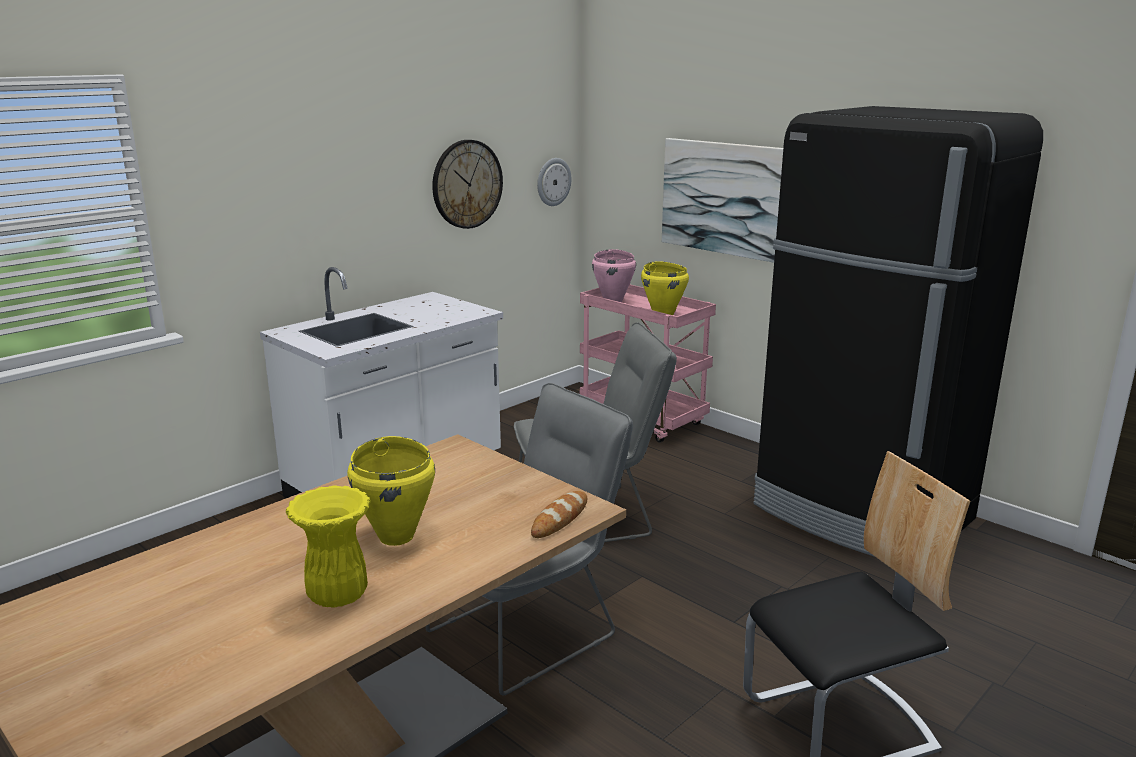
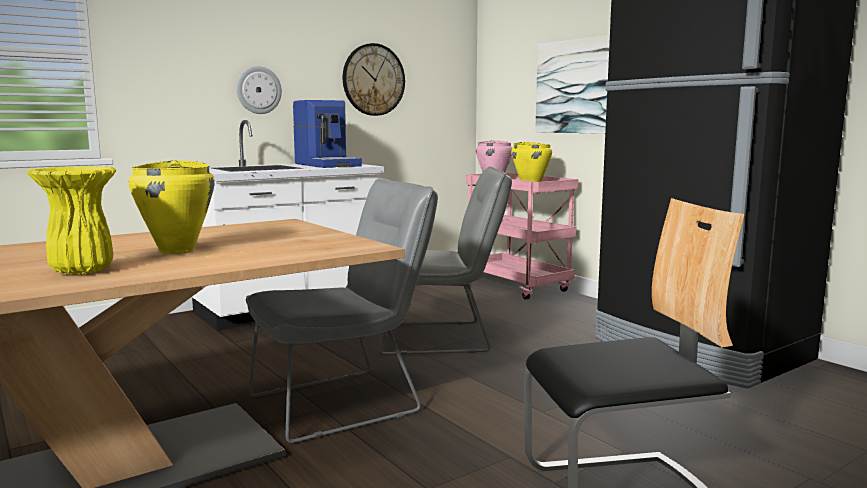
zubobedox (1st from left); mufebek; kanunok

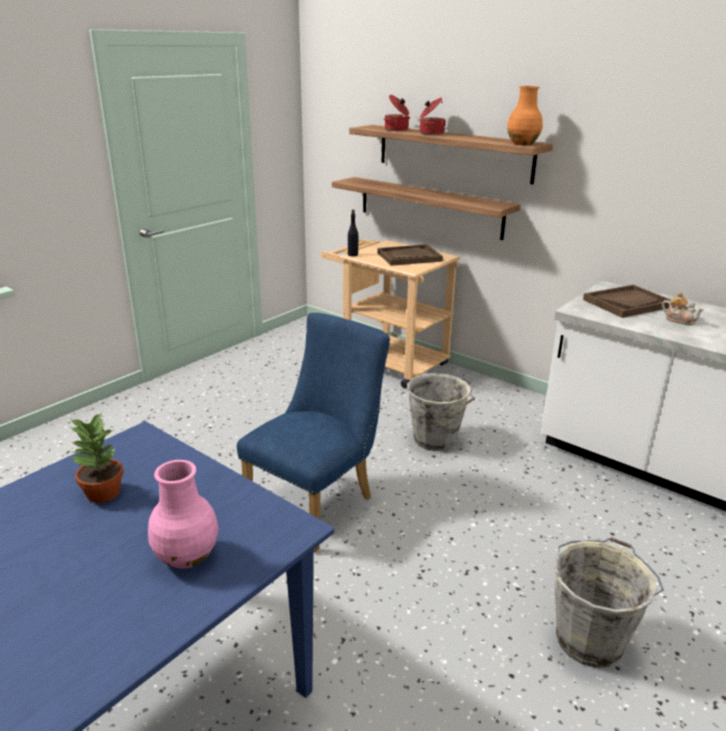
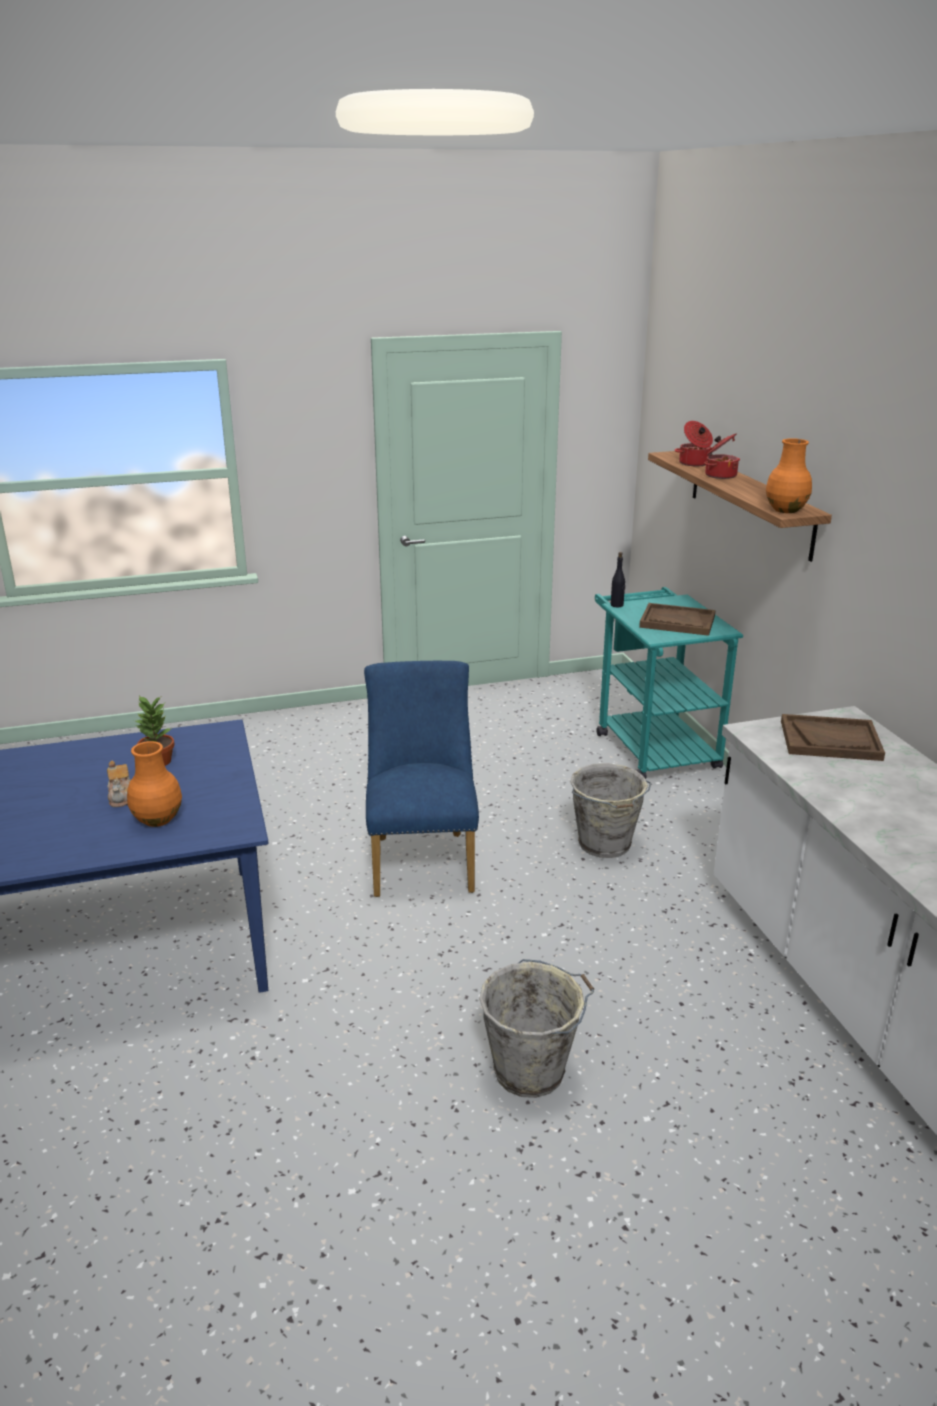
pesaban (1st from left in the first image); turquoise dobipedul; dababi; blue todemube; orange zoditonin (1st from left)

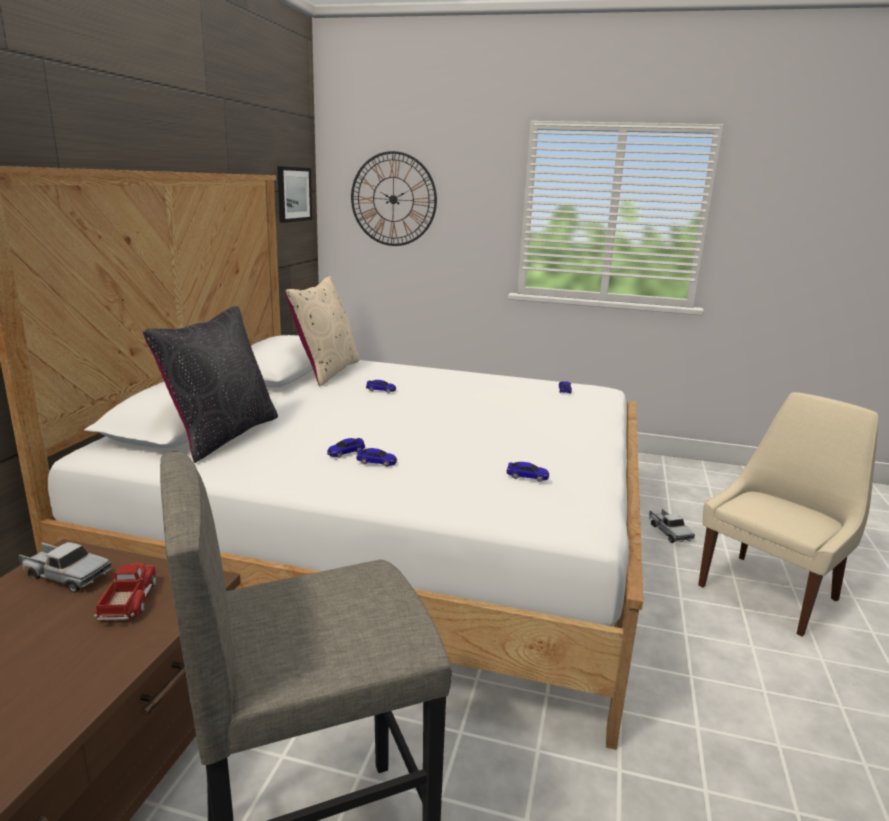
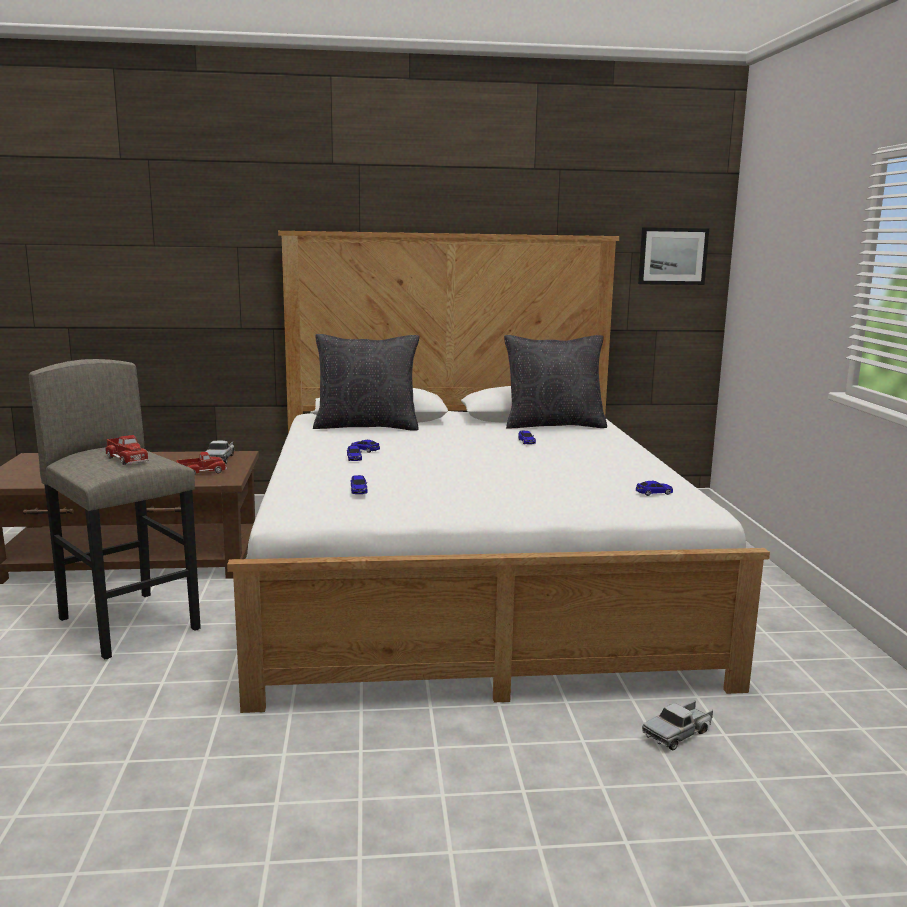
zubobedox; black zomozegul (2nd from left); beige todemube; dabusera (1st from left)

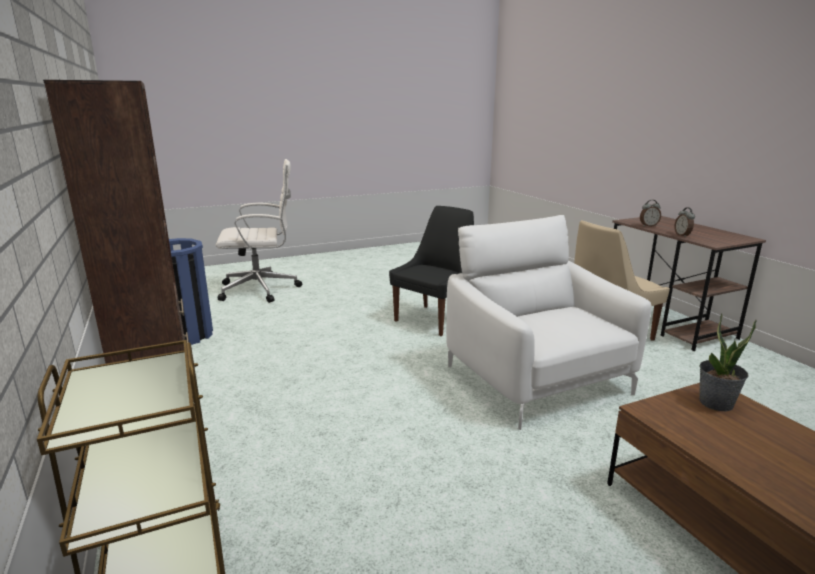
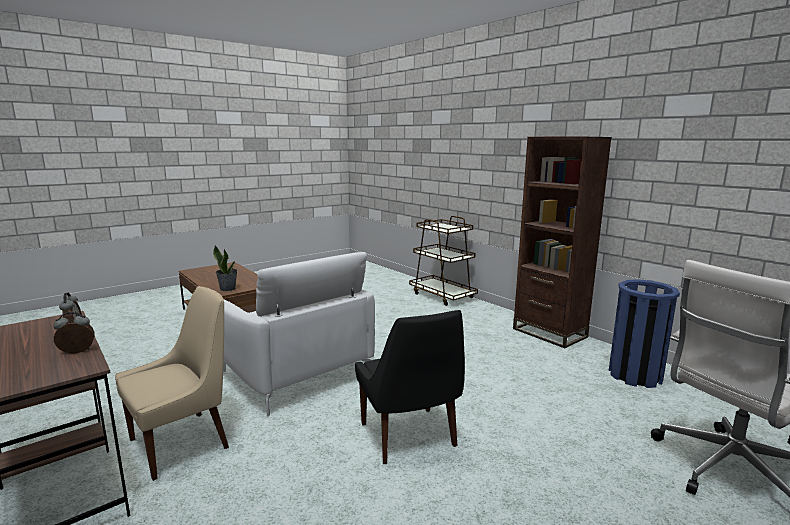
black todemube

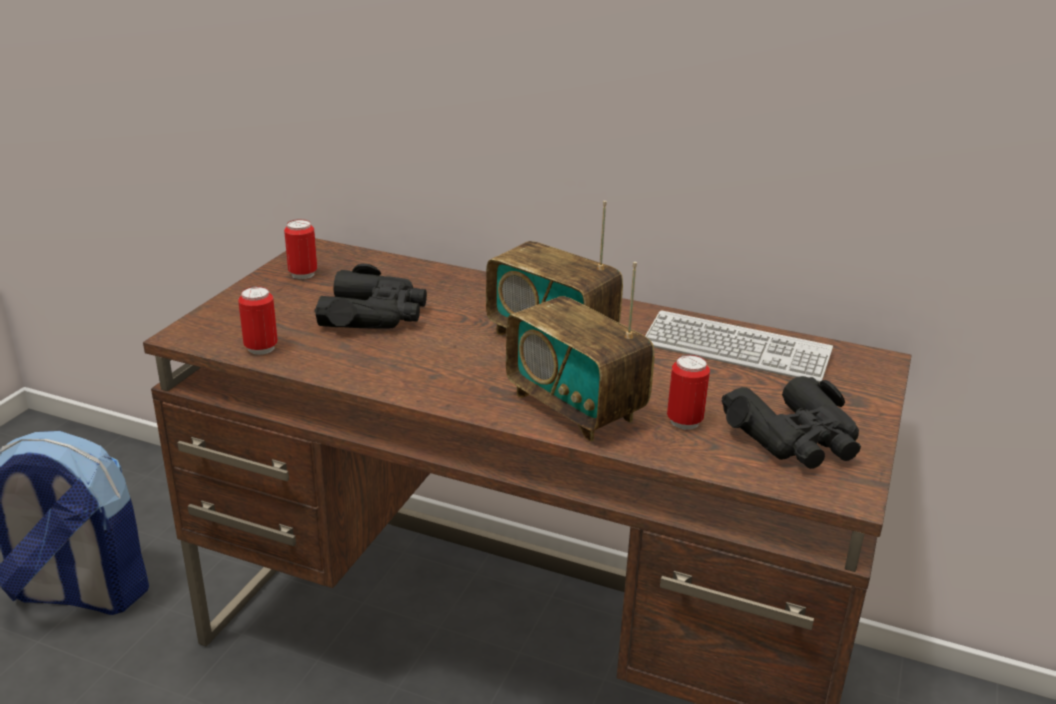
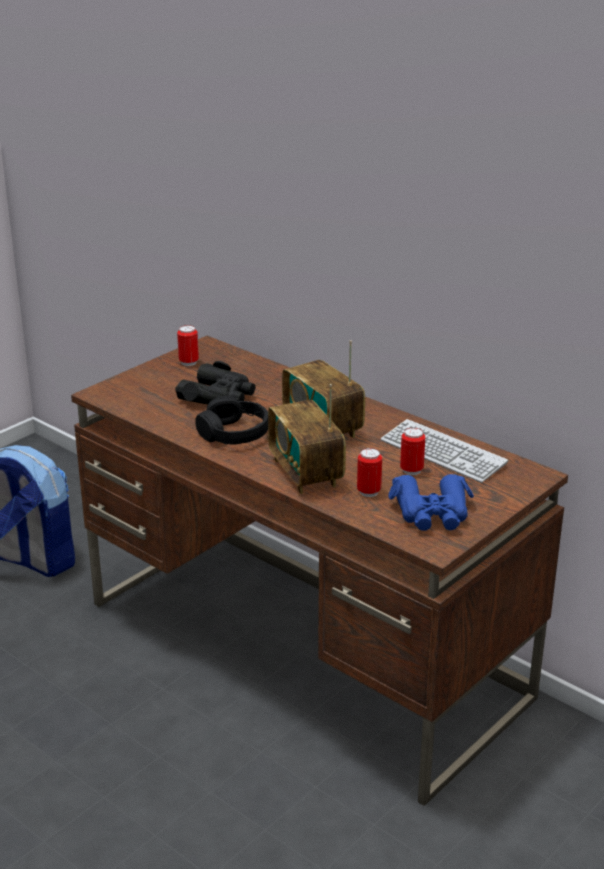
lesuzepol (3rd from left); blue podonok; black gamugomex

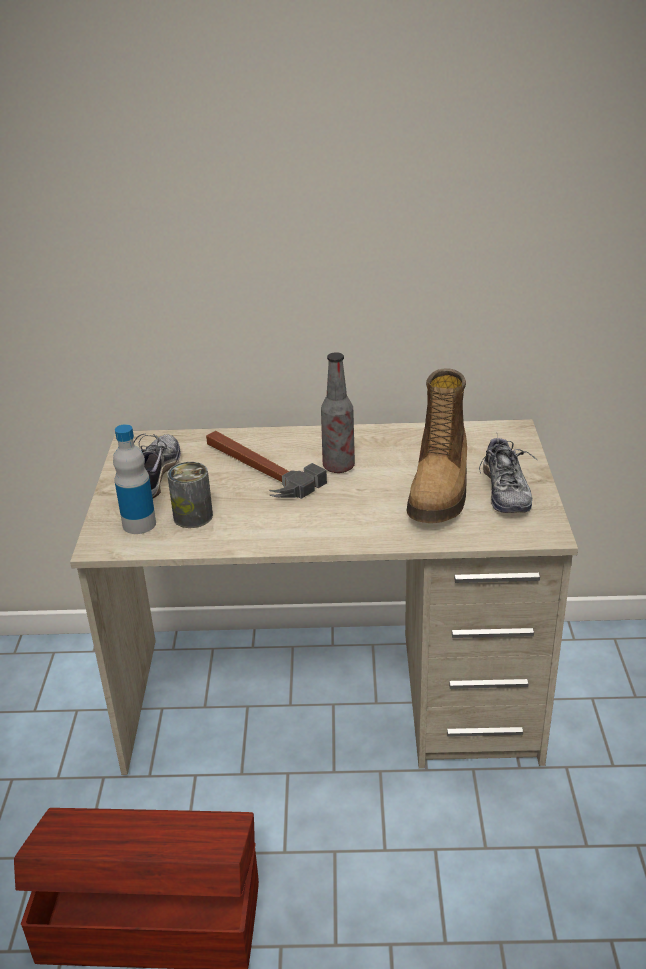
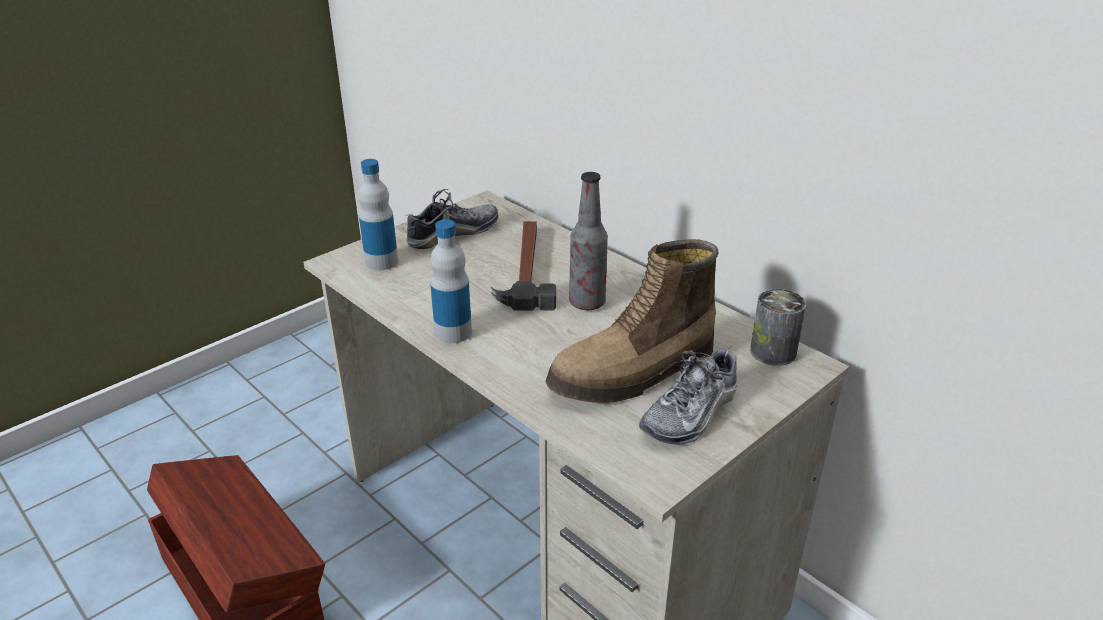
lesuzepol; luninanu (2nd from left)

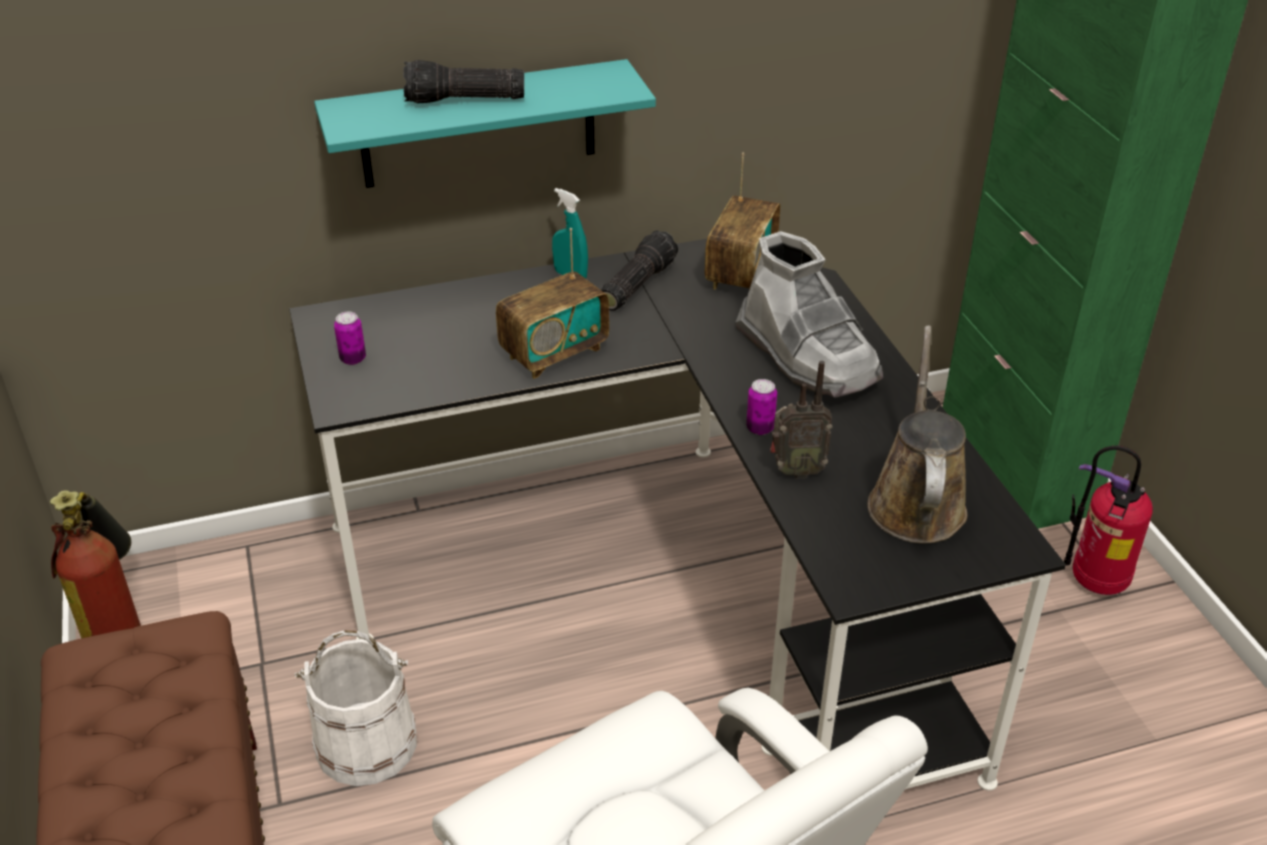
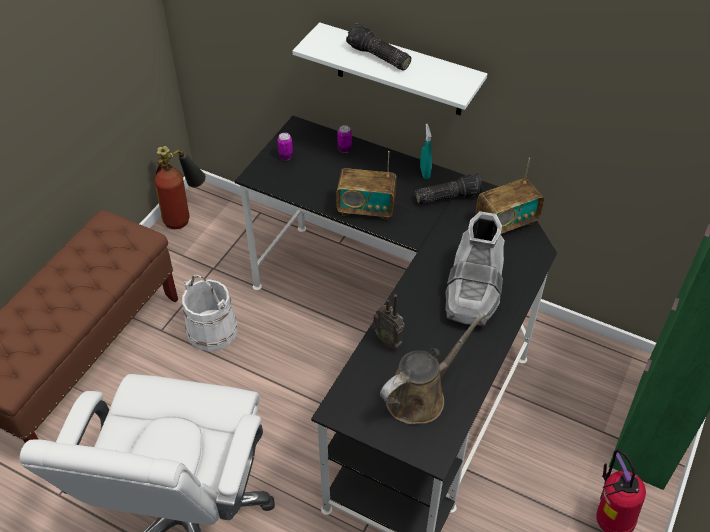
white pesaban; lesuzepol (2nd from left)

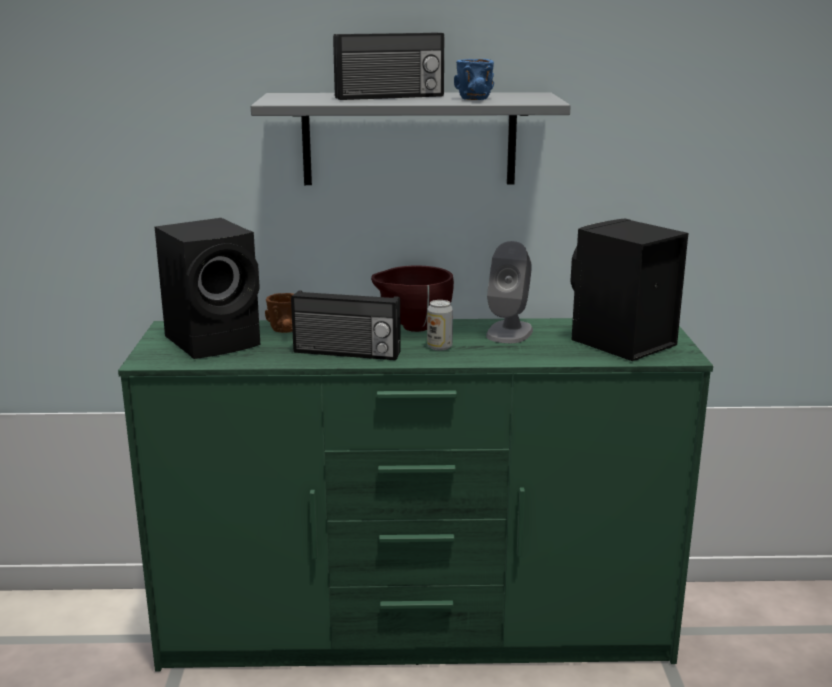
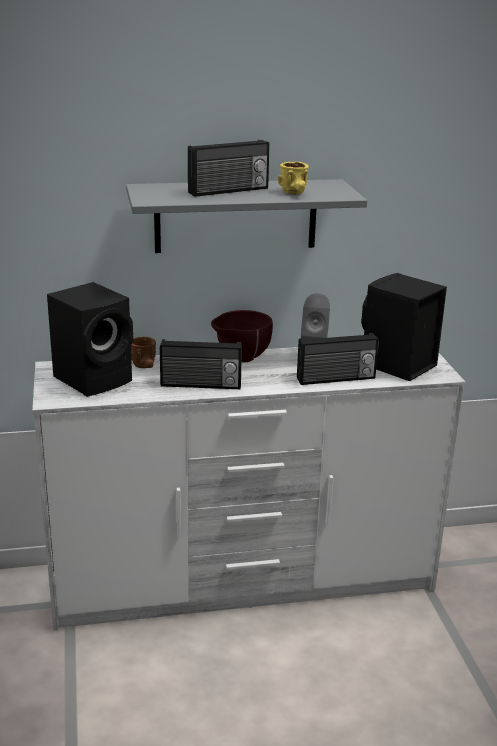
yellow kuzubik; lesuzepol; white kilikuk; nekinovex (3rd from left)

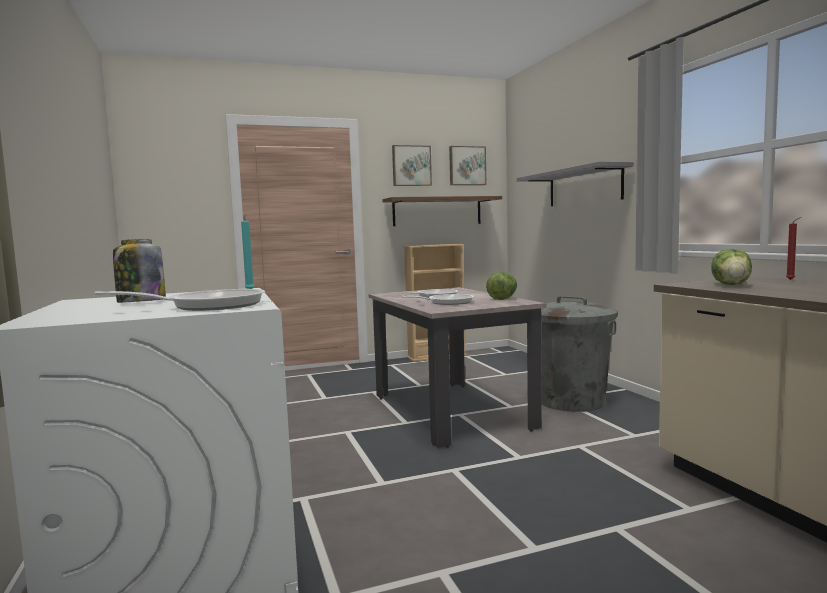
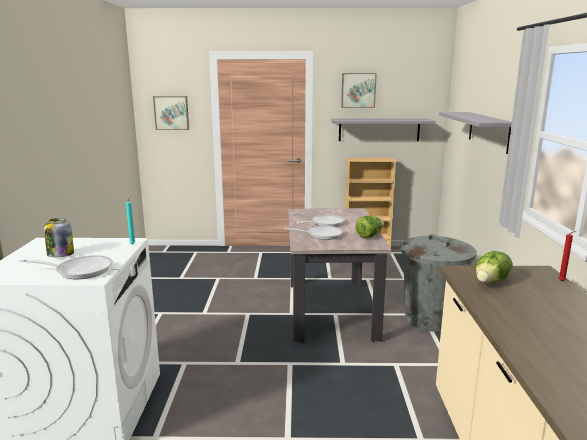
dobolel (1st from left); grey pesaban (1st from left)

